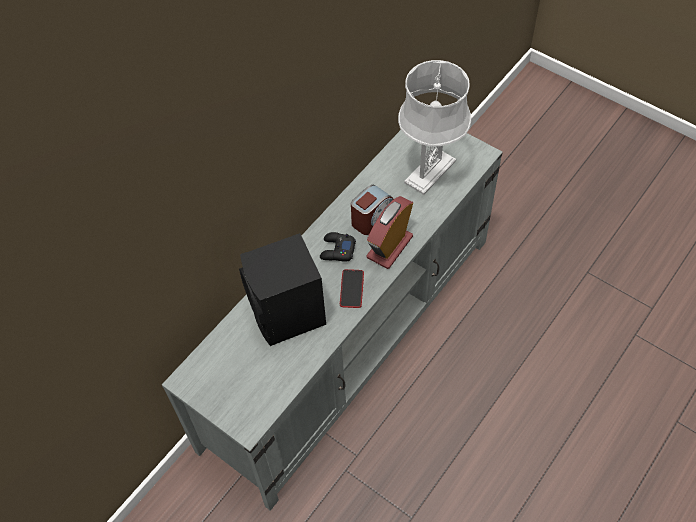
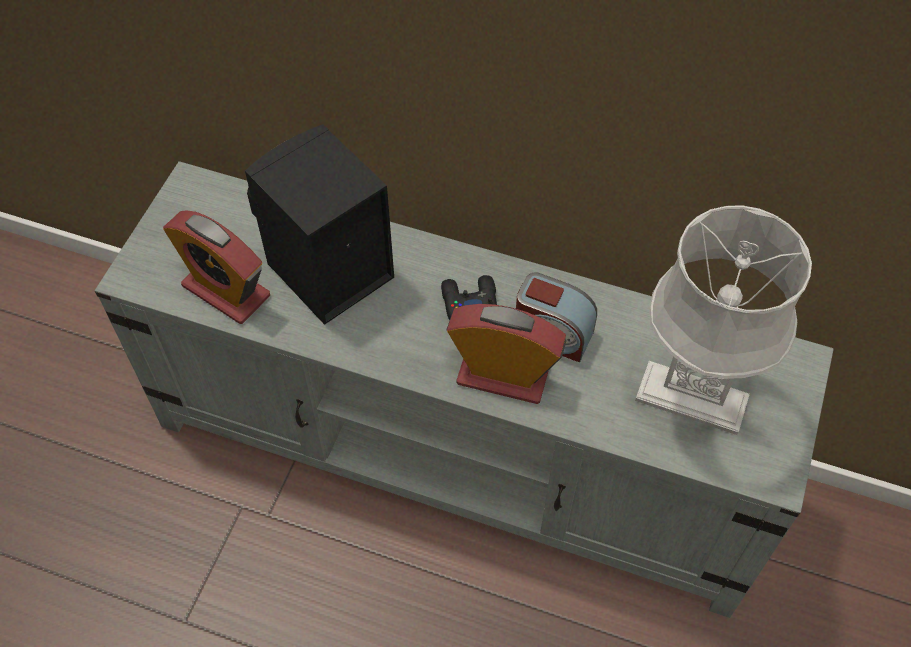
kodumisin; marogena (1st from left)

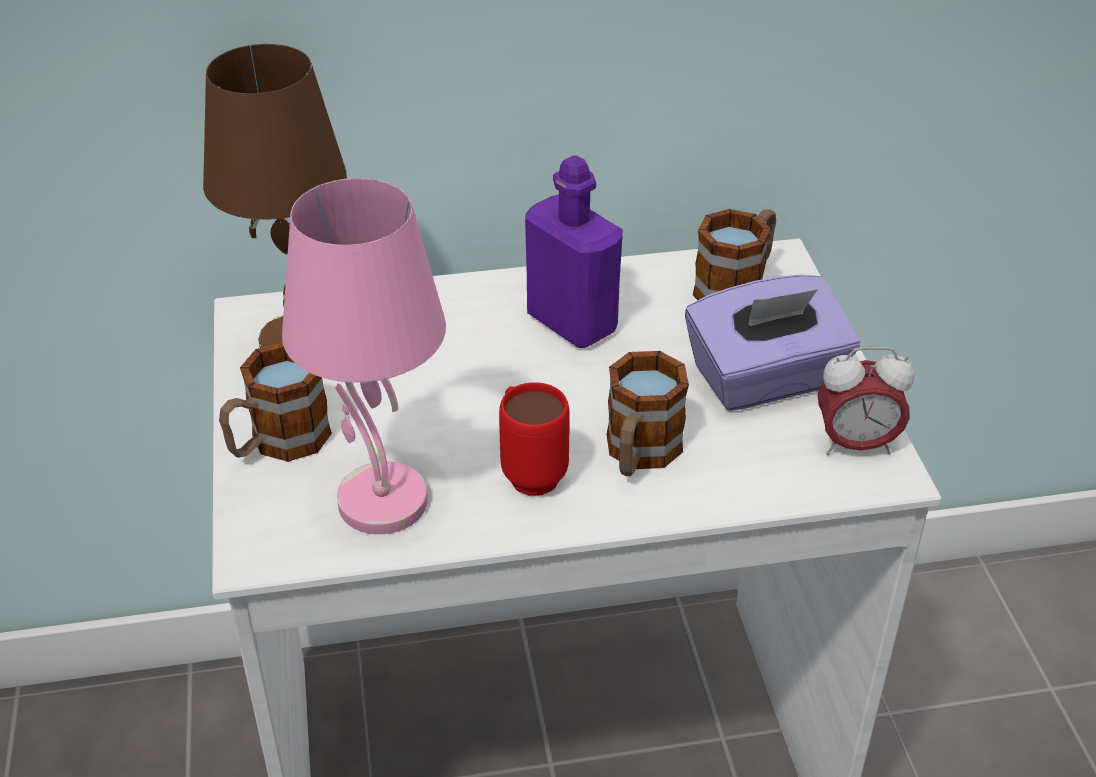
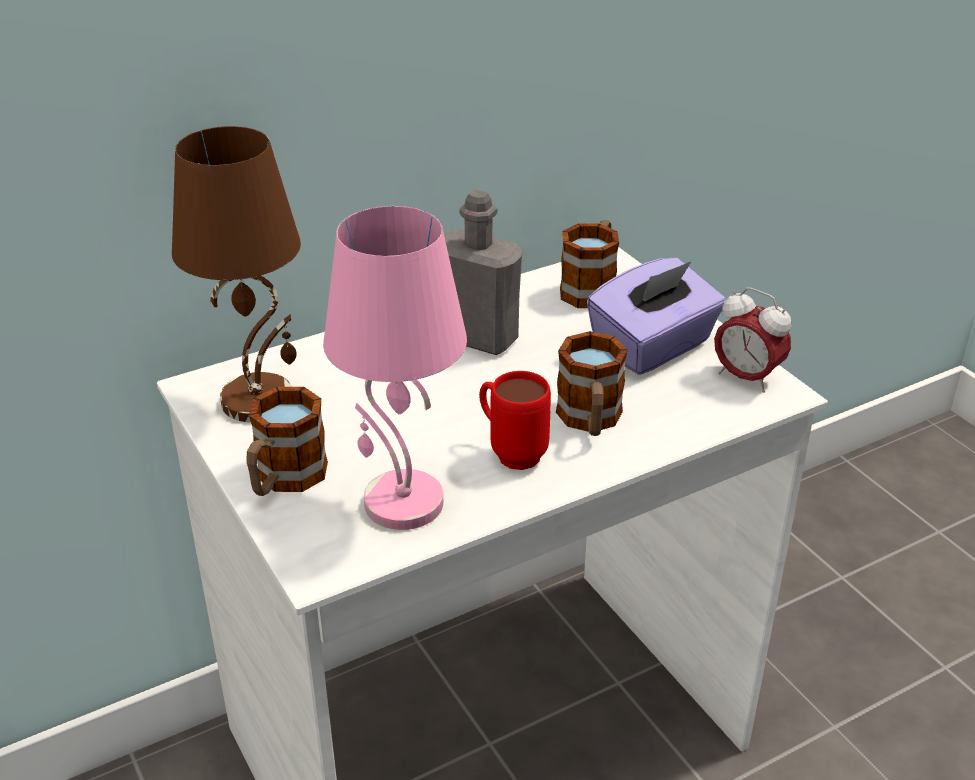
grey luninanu; marogena

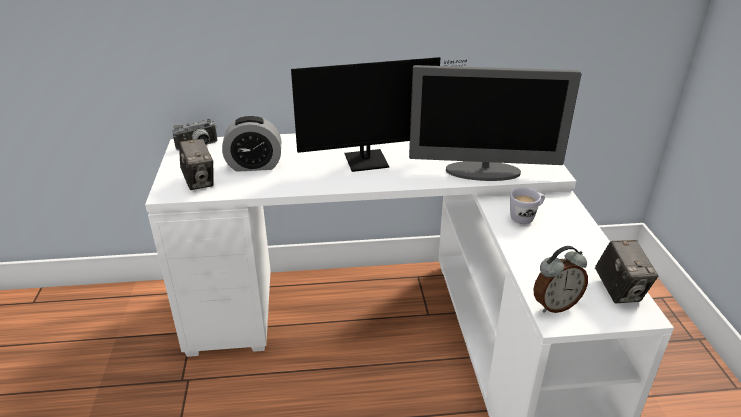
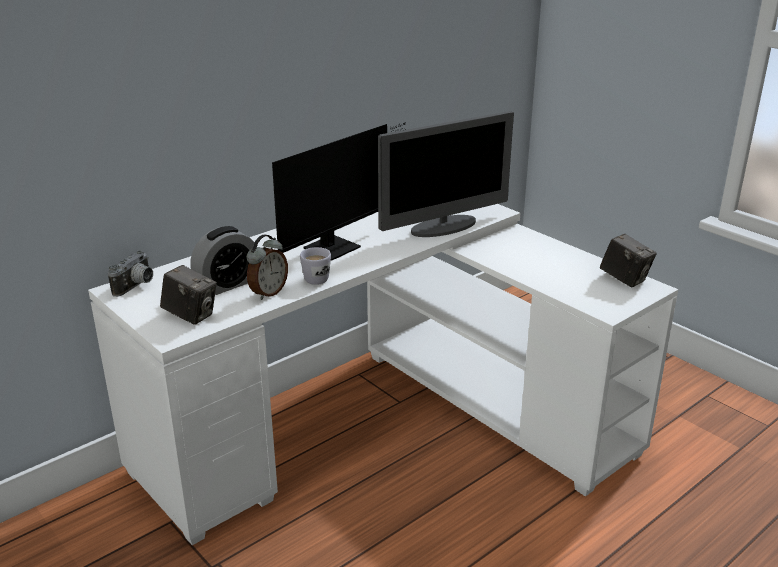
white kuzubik; marogena (2nd from left)

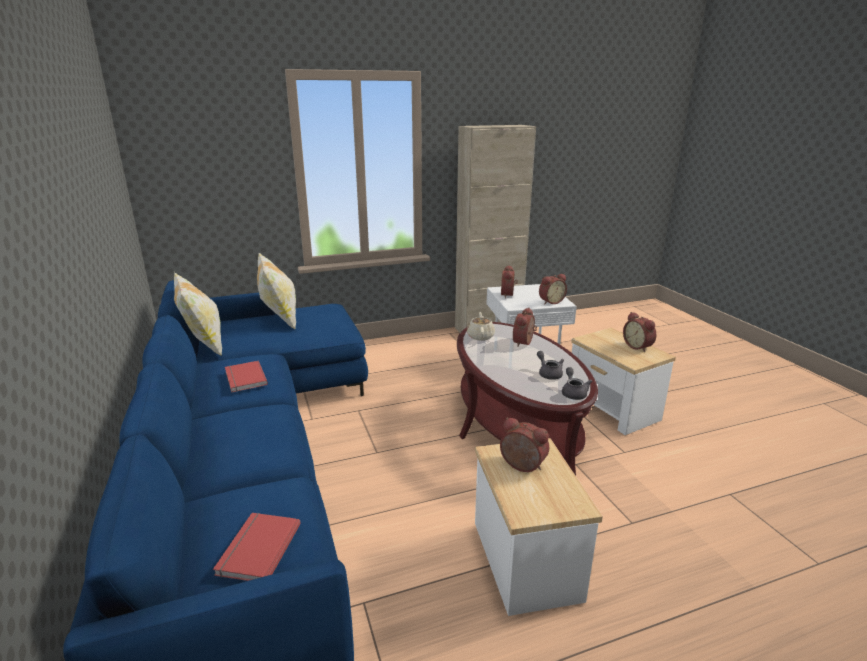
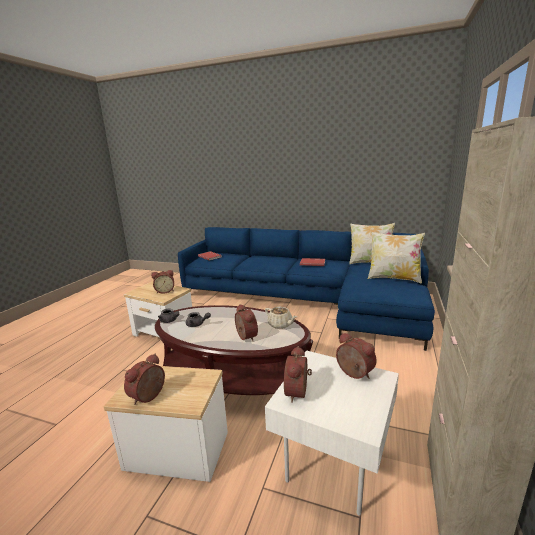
marogena (1st from left)

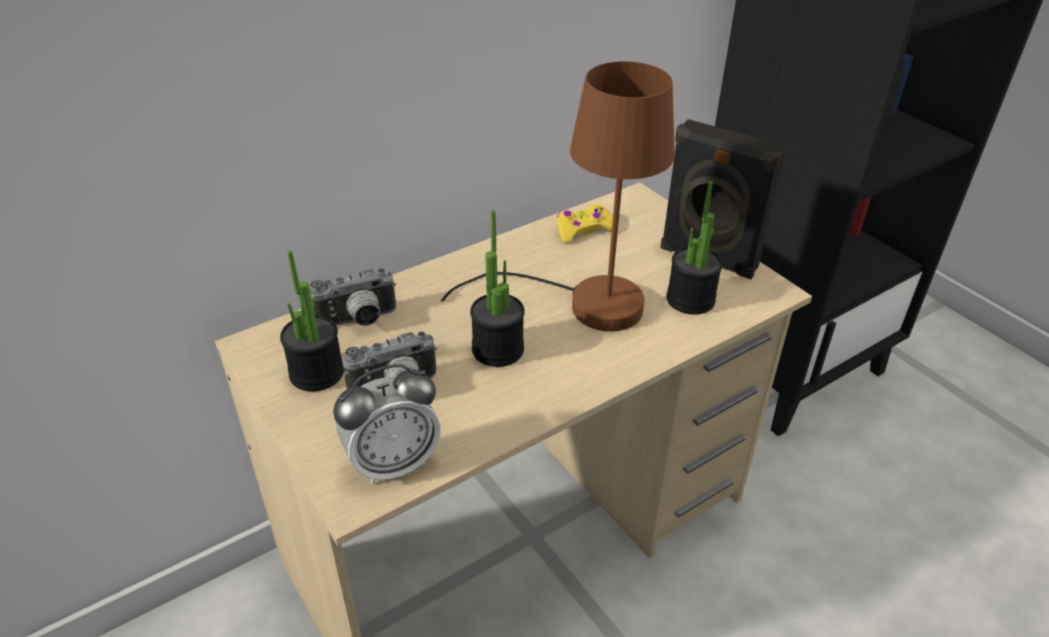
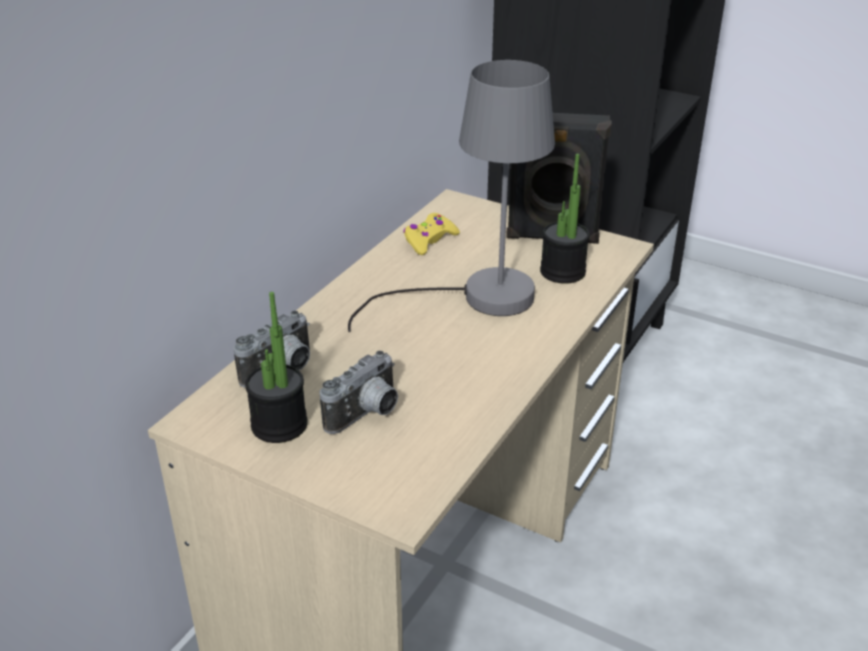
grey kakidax; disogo (2nd from left in the first image); marogena

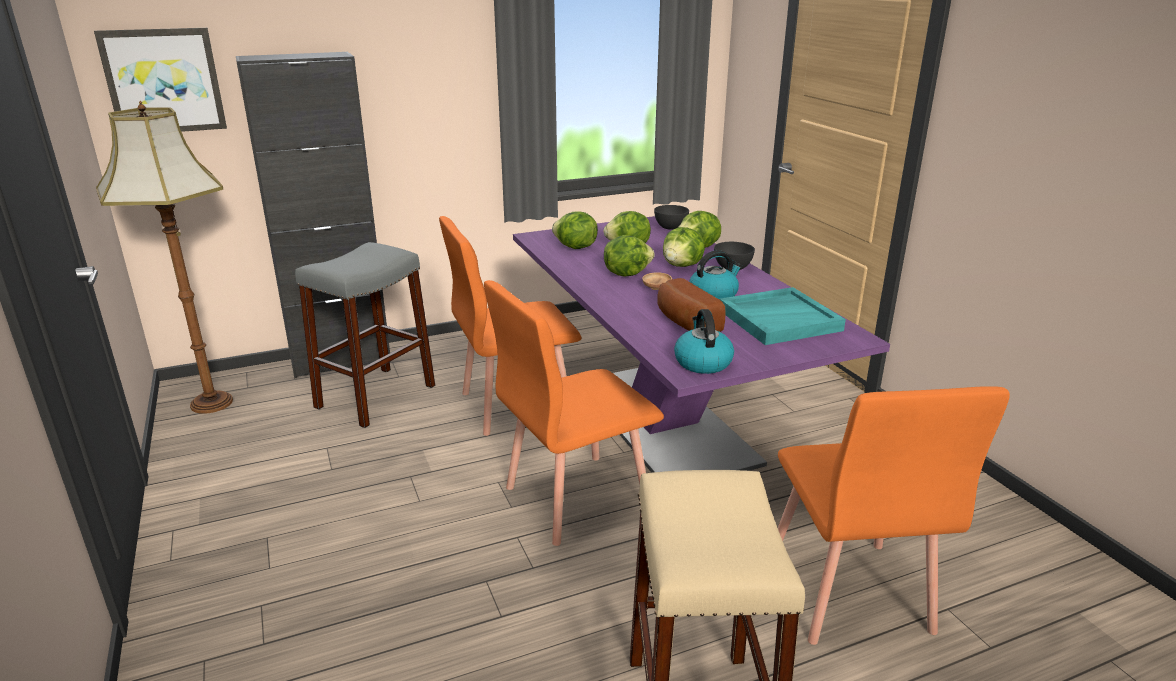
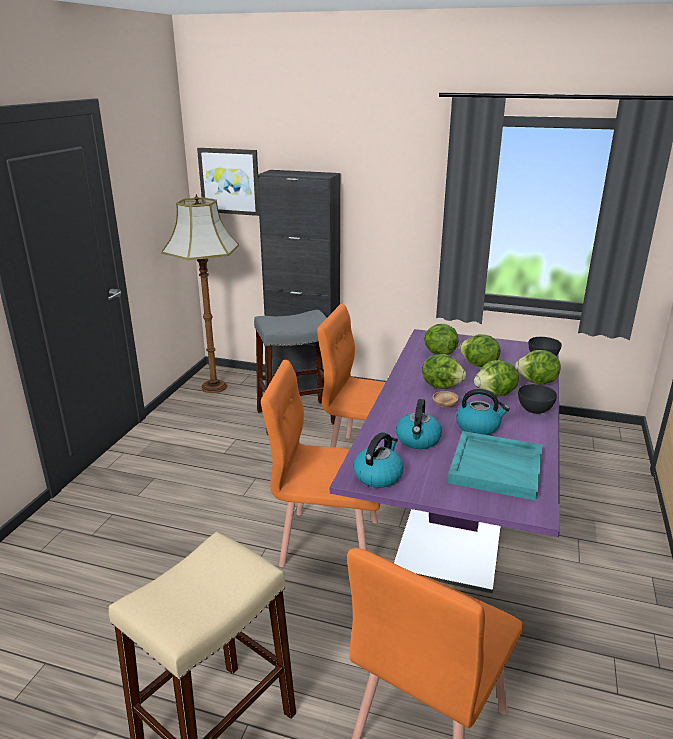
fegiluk (2nd from left)

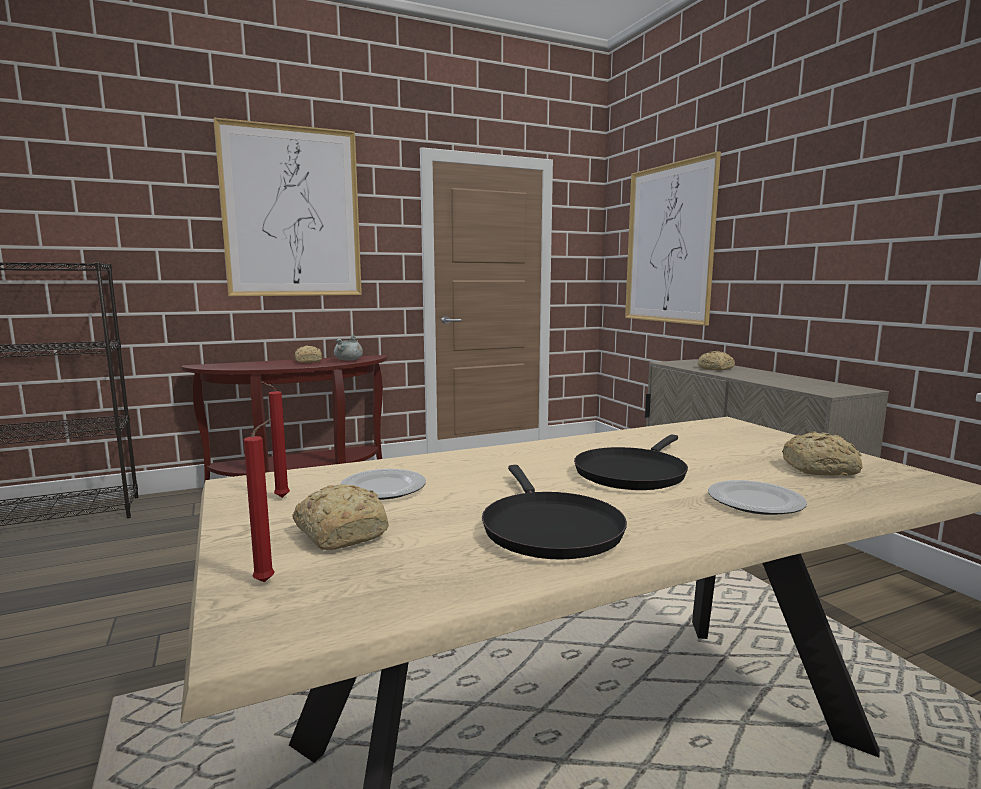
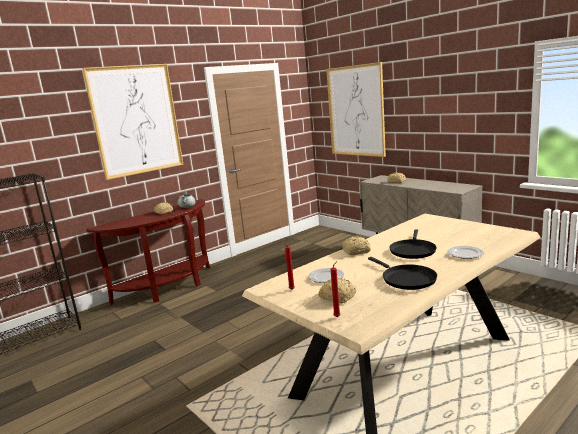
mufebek (3rd from left)

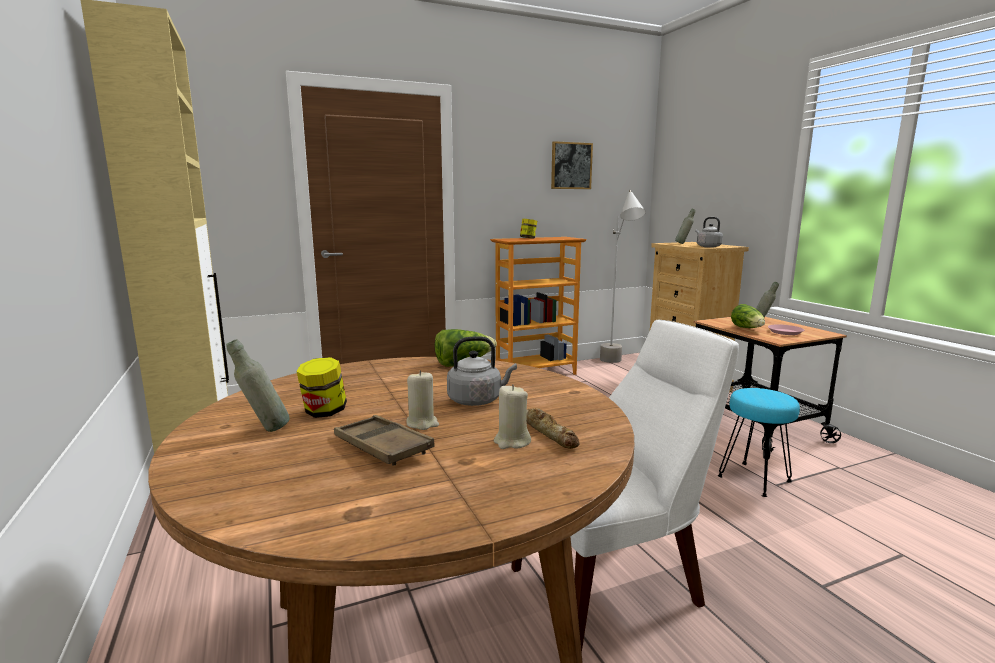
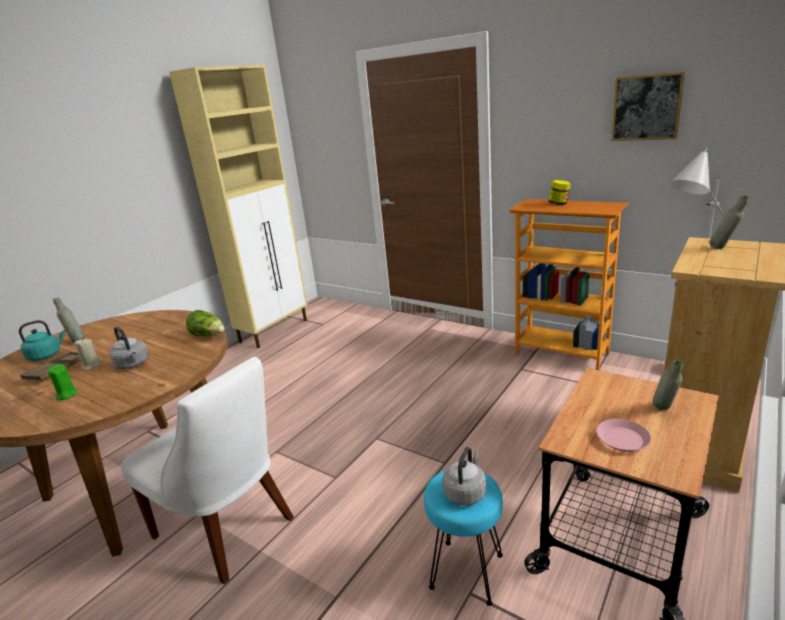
grey fegiluk (2nd from left); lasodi (2nd from left in the first image); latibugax (1st from left in the first image); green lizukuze; mufebek; turquoise fegiluk

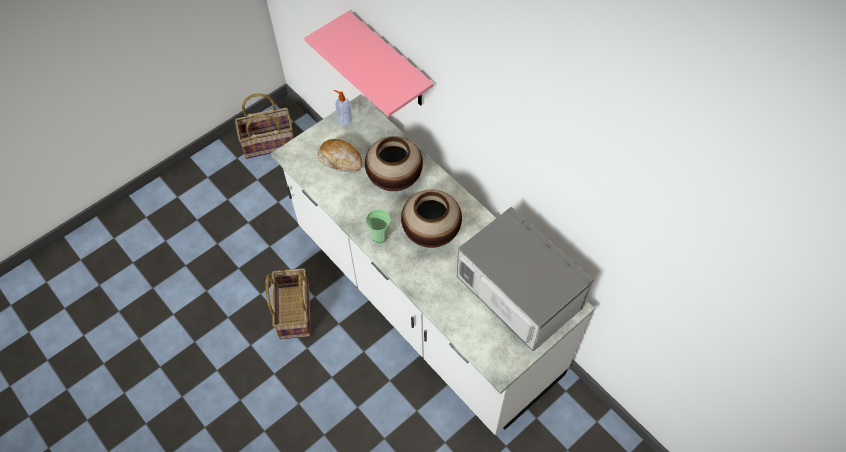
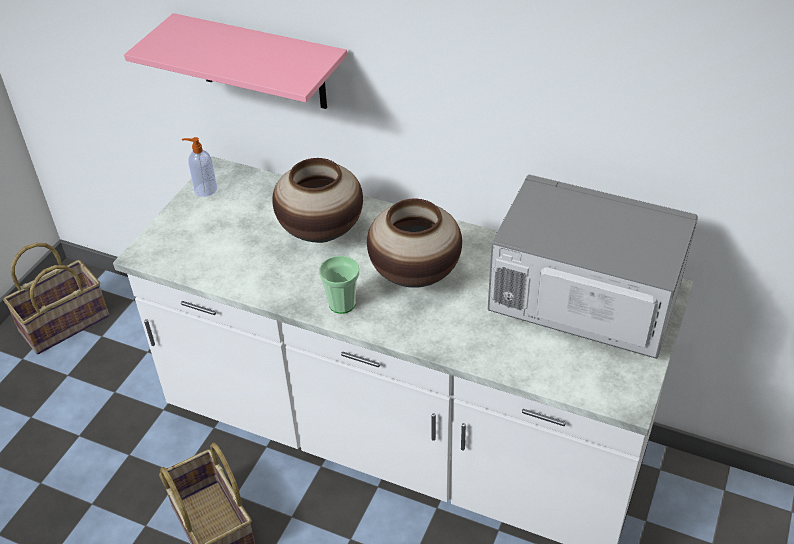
mufebek

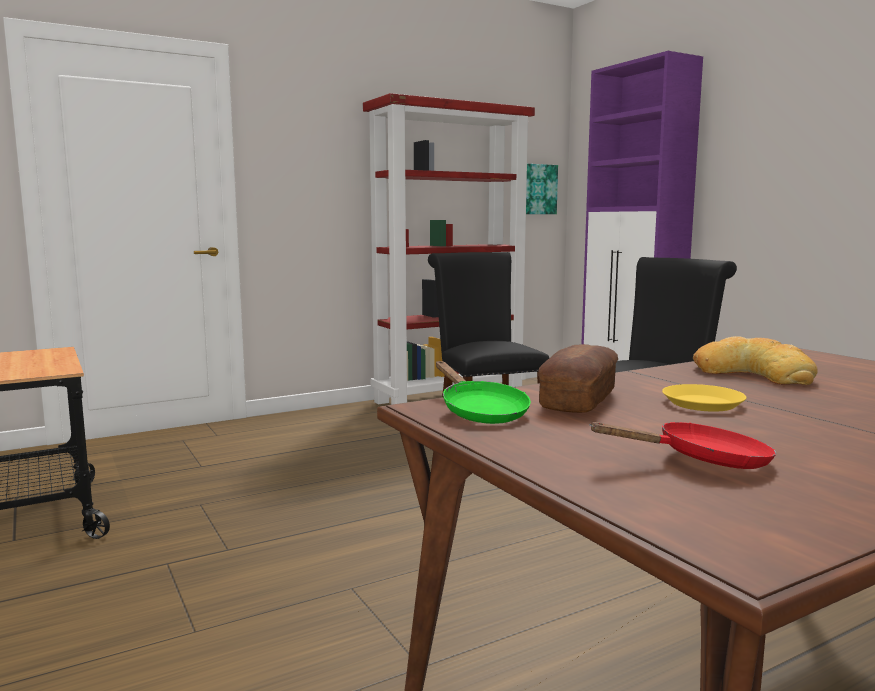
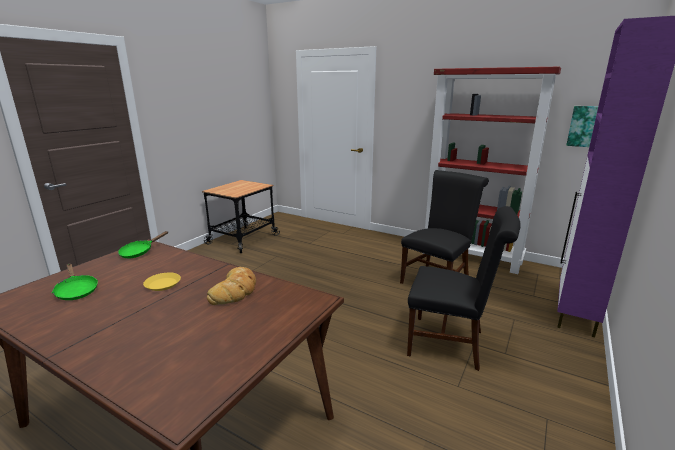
mufebek (1st from left in the first image); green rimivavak (1st from left)

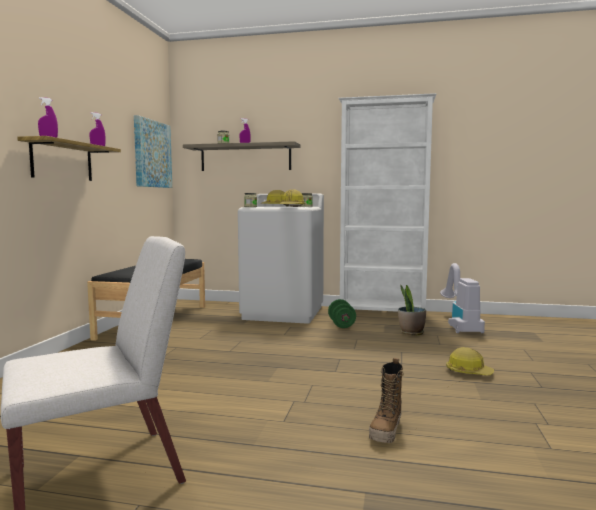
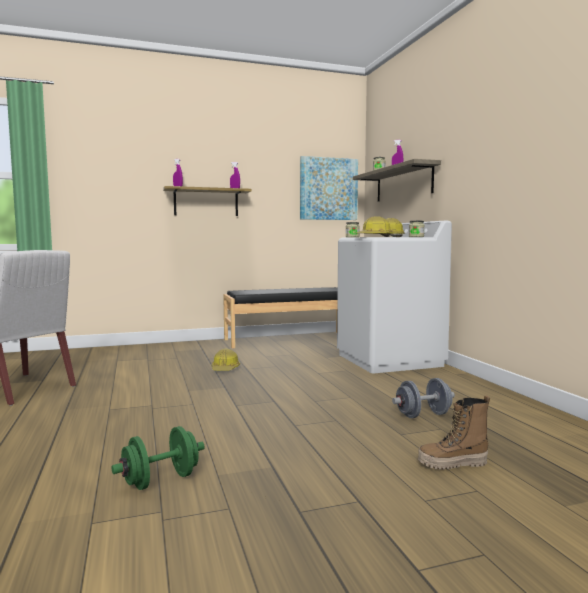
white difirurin; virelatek; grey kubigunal; green kubigunal; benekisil (1st from left); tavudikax

